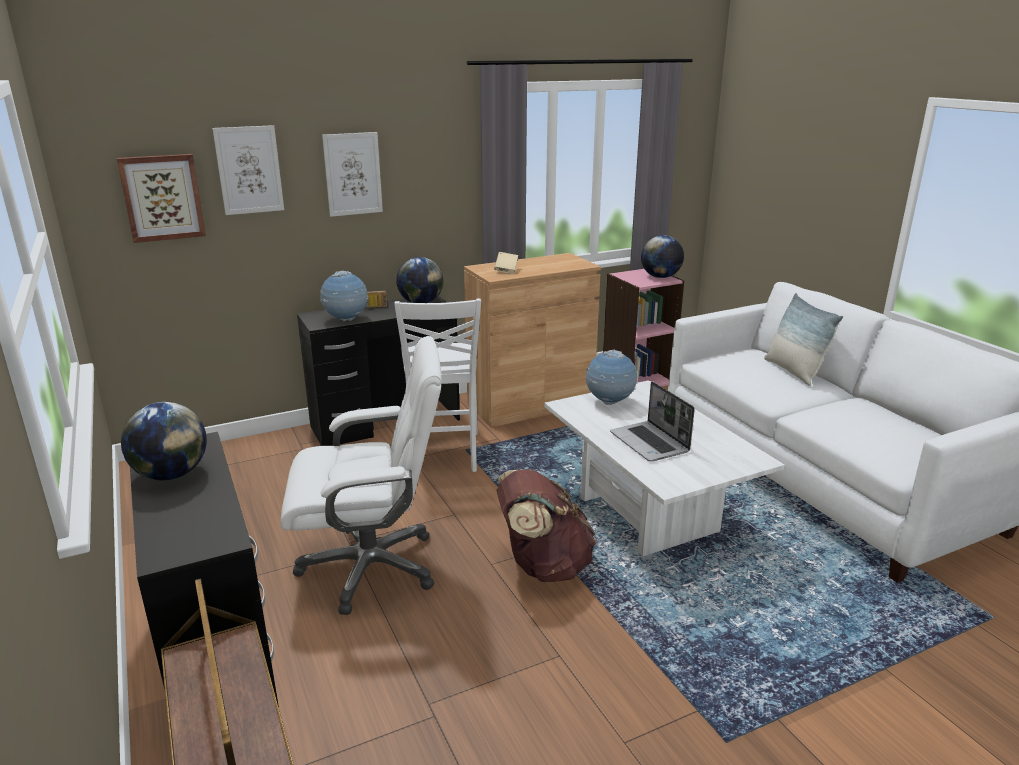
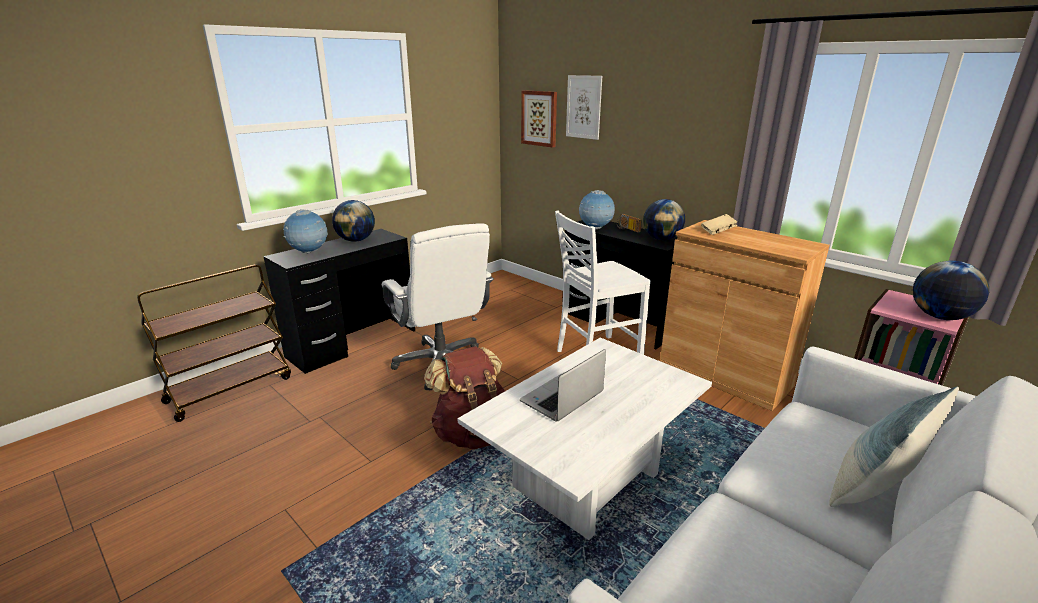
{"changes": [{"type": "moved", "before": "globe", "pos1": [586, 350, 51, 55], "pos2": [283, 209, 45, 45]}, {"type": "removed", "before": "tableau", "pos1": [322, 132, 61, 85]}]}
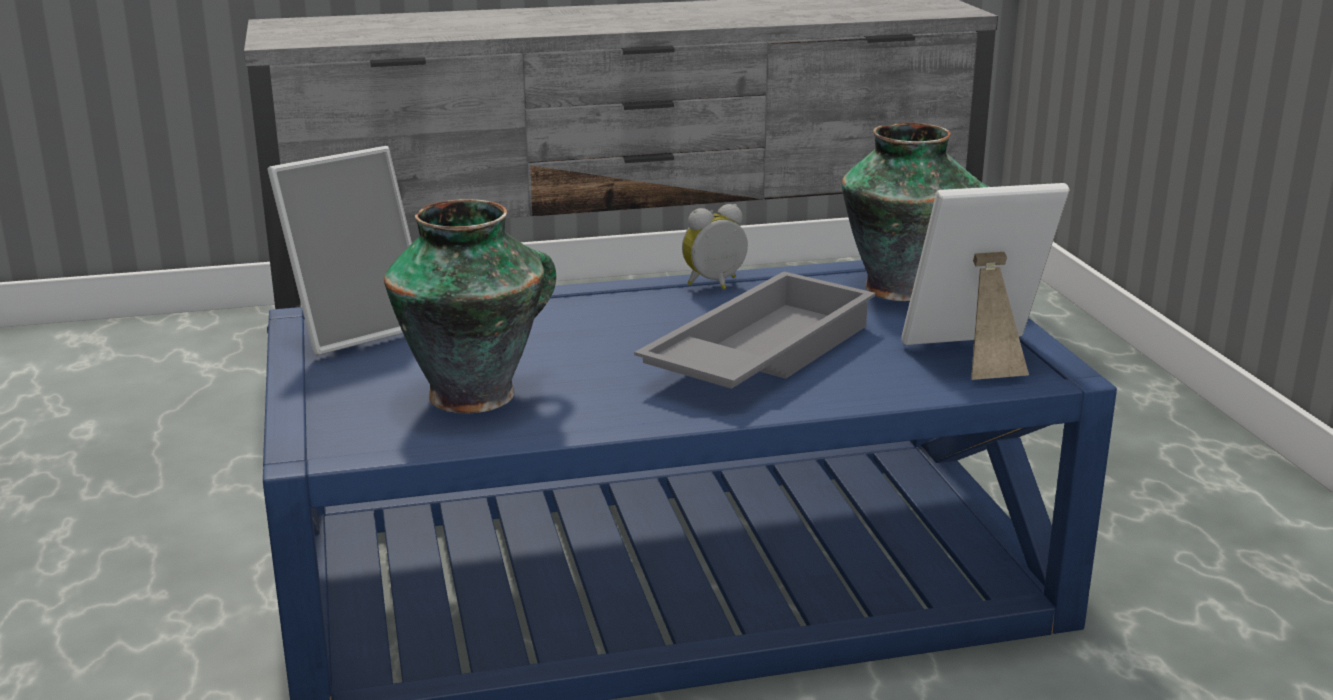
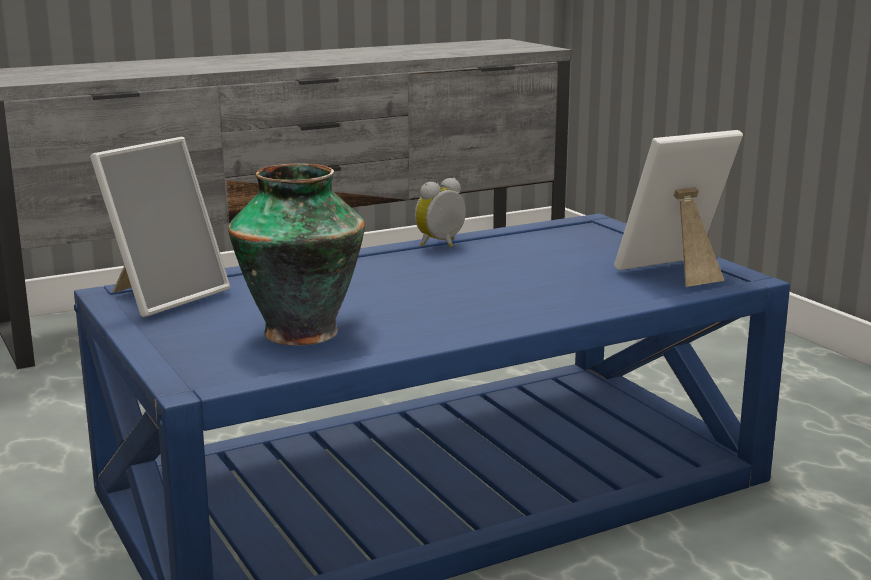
{"changes": [{"type": "removed", "before": "plateau (gris)", "pos1": [634, 271, 242, 118]}, {"type": "removed", "before": "vase", "pos1": [842, 122, 148, 179]}]}
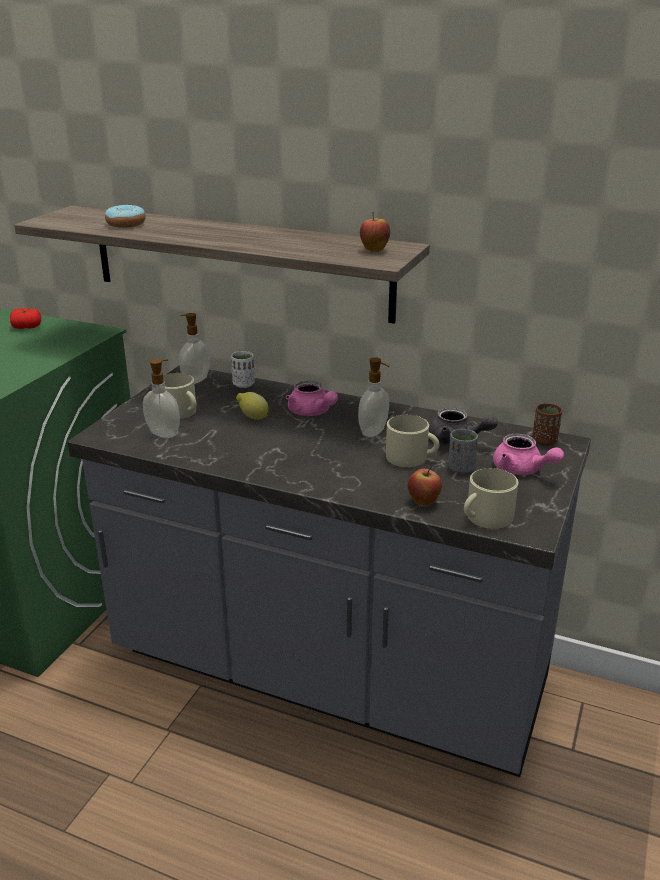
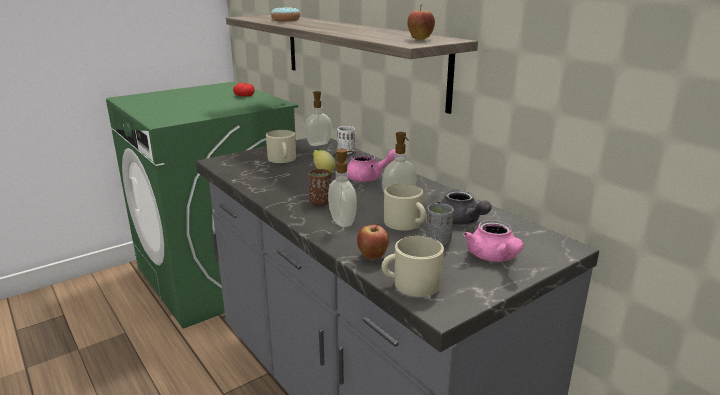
{"changes": [{"type": "moved", "before": "tasse (marron)", "pos1": [532, 403, 30, 43], "pos2": [308, 169, 23, 37]}, {"type": "moved", "before": "distributeur de savon", "pos1": [143, 359, 37, 79], "pos2": [328, 149, 29, 78]}, {"type": "turned", "before": "théière (rose)", "pos1": [286, 381, 52, 35], "pos2": [347, 149, 49, 33], "turn": -90}]}
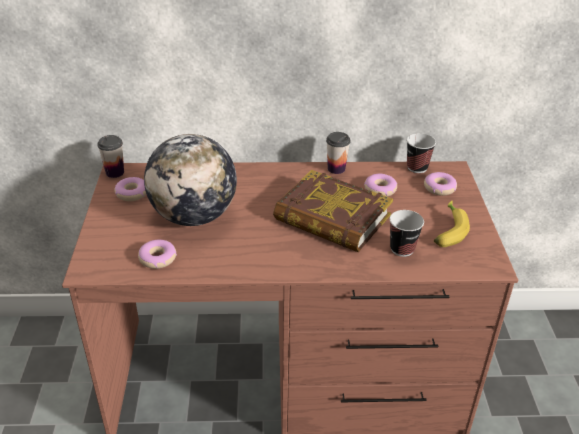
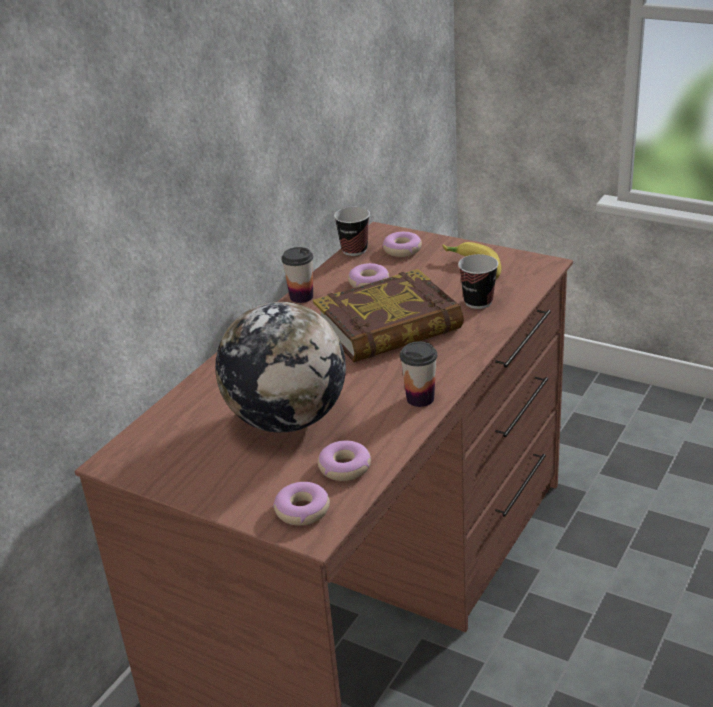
{"changes": [{"type": "moved", "before": "beignet", "pos1": [115, 177, 31, 24], "pos2": [273, 482, 57, 43]}, {"type": "moved", "before": "tasse", "pos1": [97, 135, 27, 43], "pos2": [400, 341, 37, 66]}]}
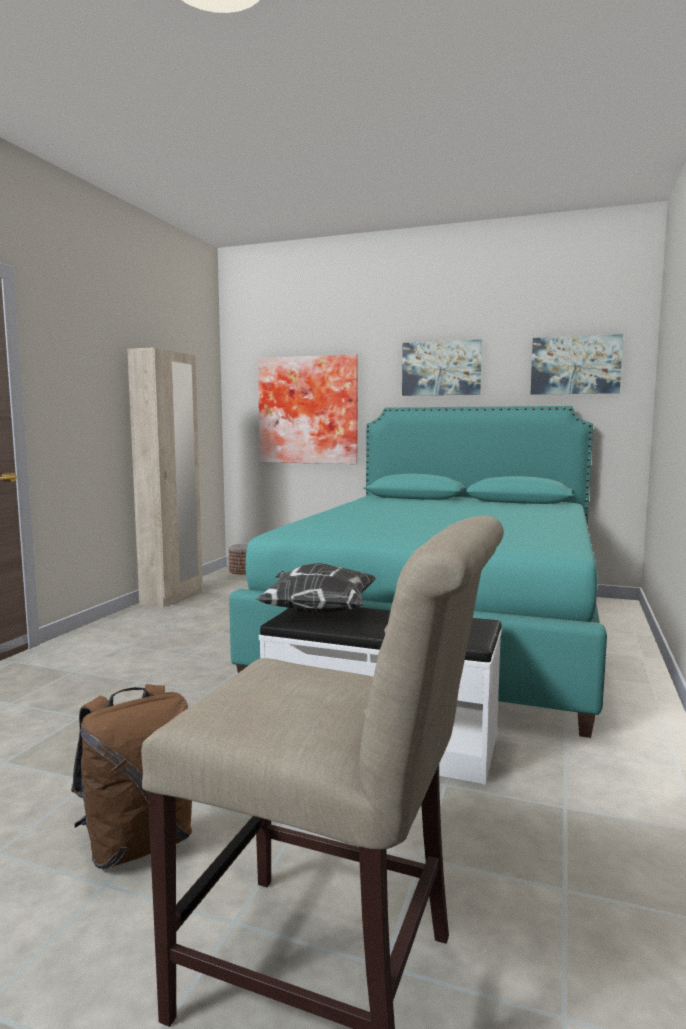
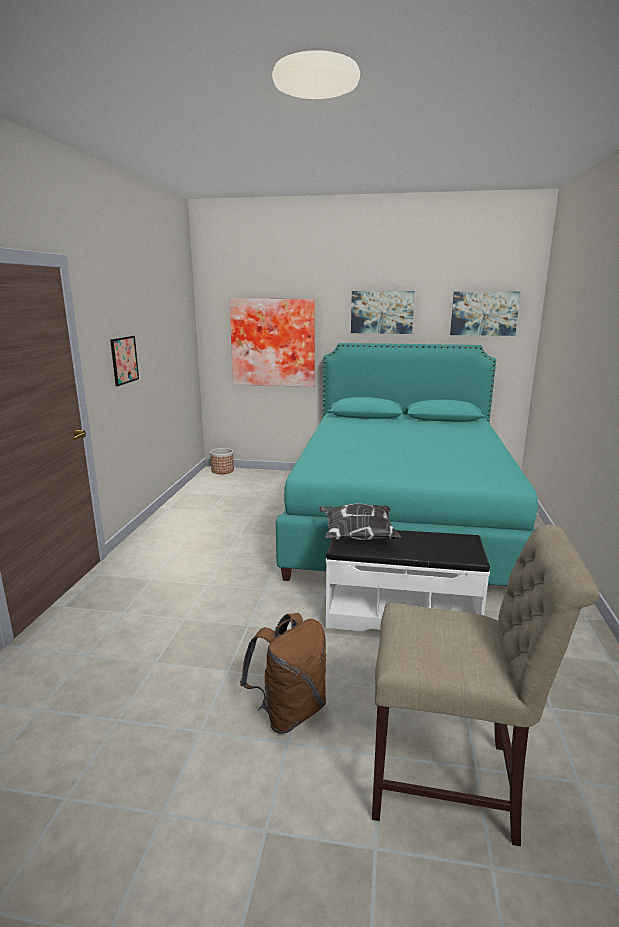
{"changes": [{"type": "added", "after": "tableau", "pos2": [110, 336, 29, 50]}, {"type": "removed", "before": "armoire (beige)", "pos1": [127, 348, 76, 260]}]}
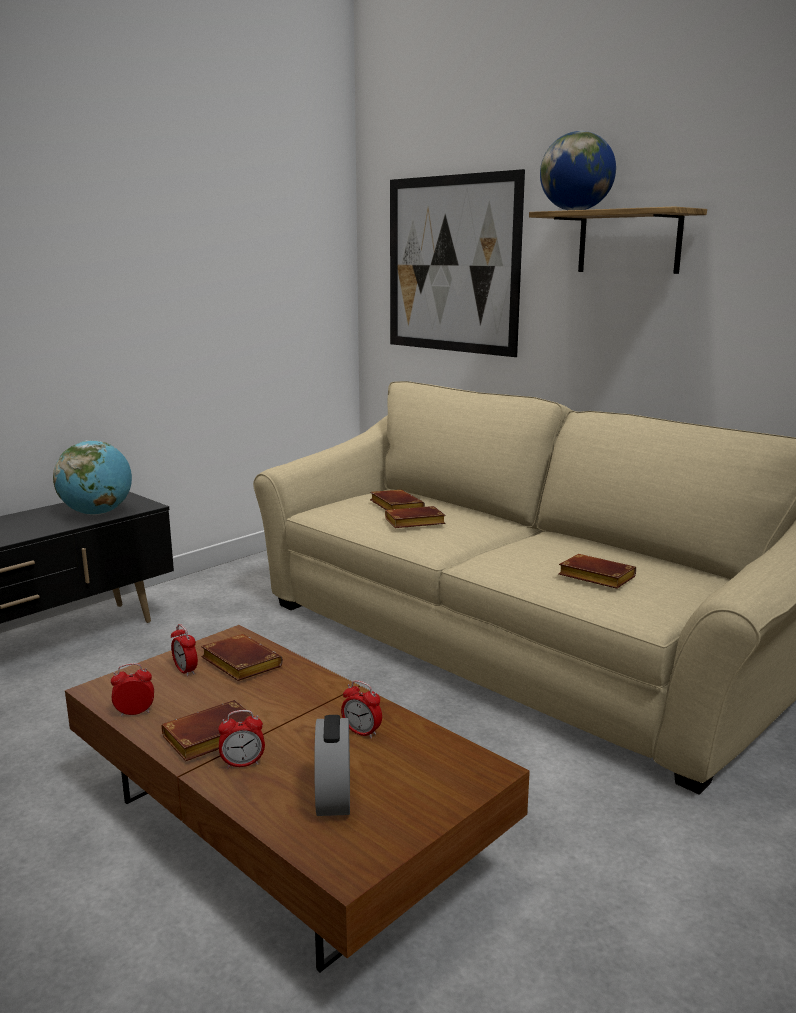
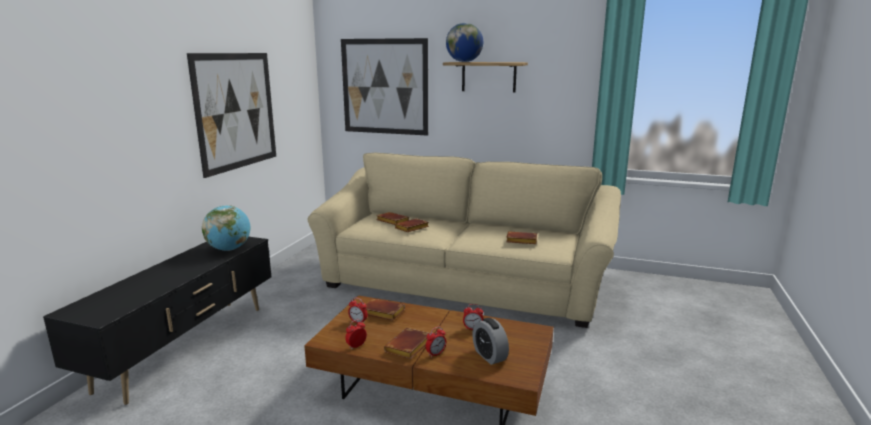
{"changes": [{"type": "added", "after": "tableau", "pos2": [187, 53, 89, 125]}]}
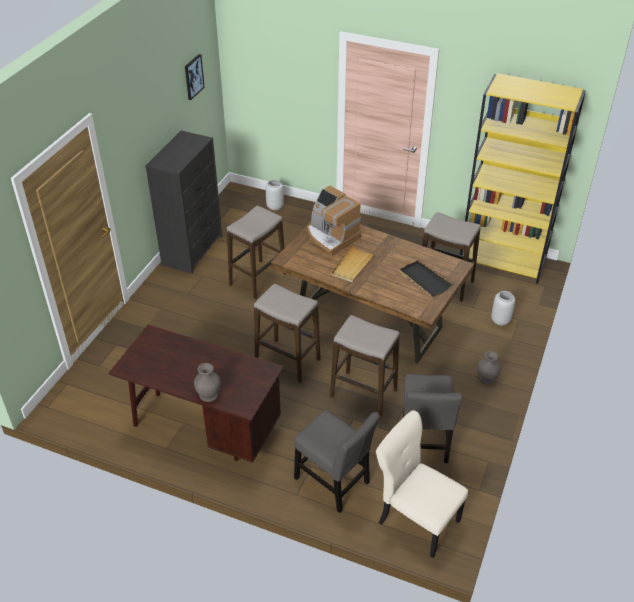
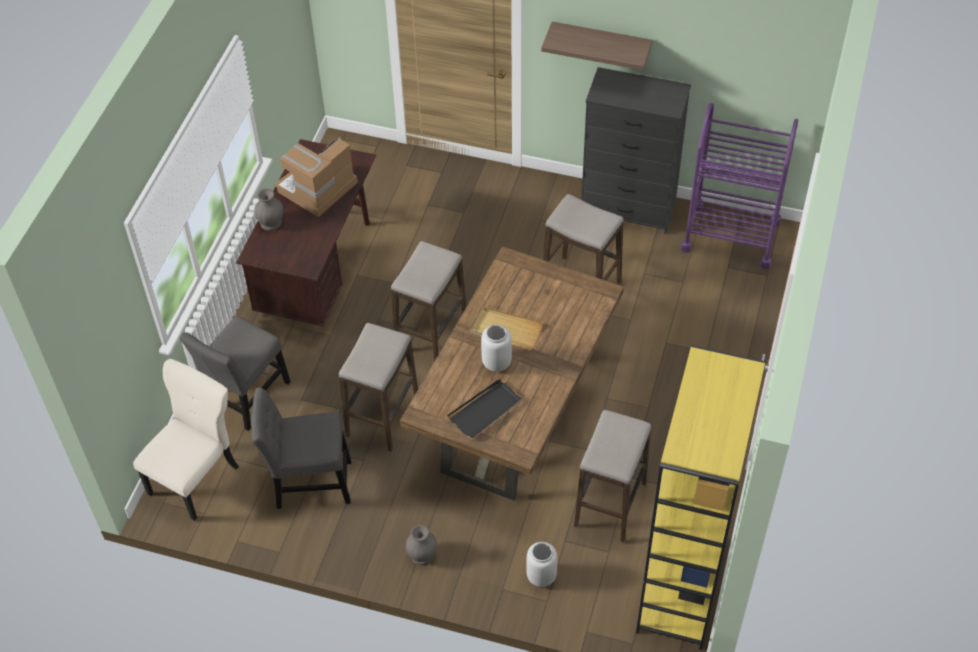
{"changes": [{"type": "moved", "before": "machine à café", "pos1": [307, 186, 54, 70], "pos2": [274, 138, 84, 79]}, {"type": "moved", "before": "vase (gris)", "pos1": [266, 179, 18, 31], "pos2": [481, 325, 31, 47]}, {"type": "added", "after": "étagère", "pos2": [541, 22, 112, 48]}, {"type": "added", "after": "chariot (violet)", "pos2": [681, 103, 117, 166]}, {"type": "removed", "before": "tableau", "pos1": [185, 54, 20, 46]}]}
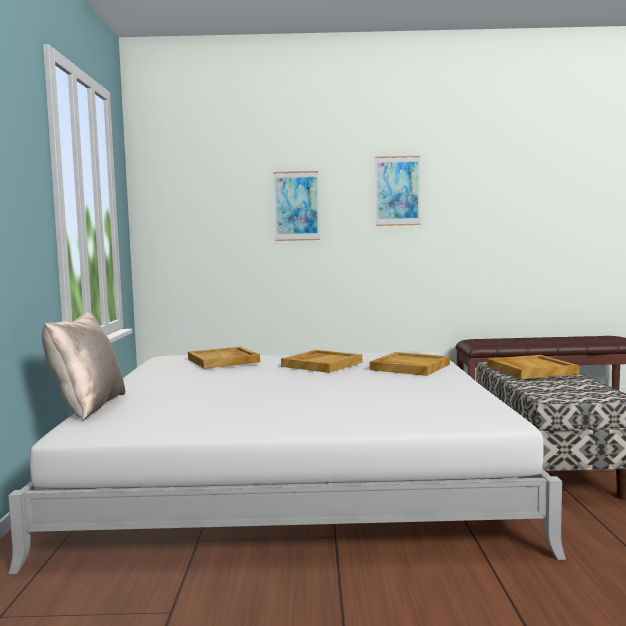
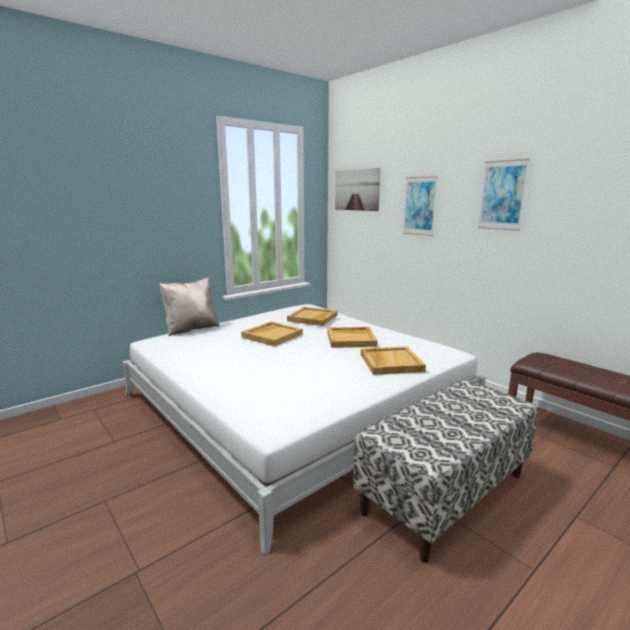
{"changes": [{"type": "moved", "before": "plateau (beige)", "pos1": [487, 355, 92, 24], "pos2": [241, 322, 62, 25]}, {"type": "added", "after": "tableau", "pos2": [335, 168, 45, 43]}]}
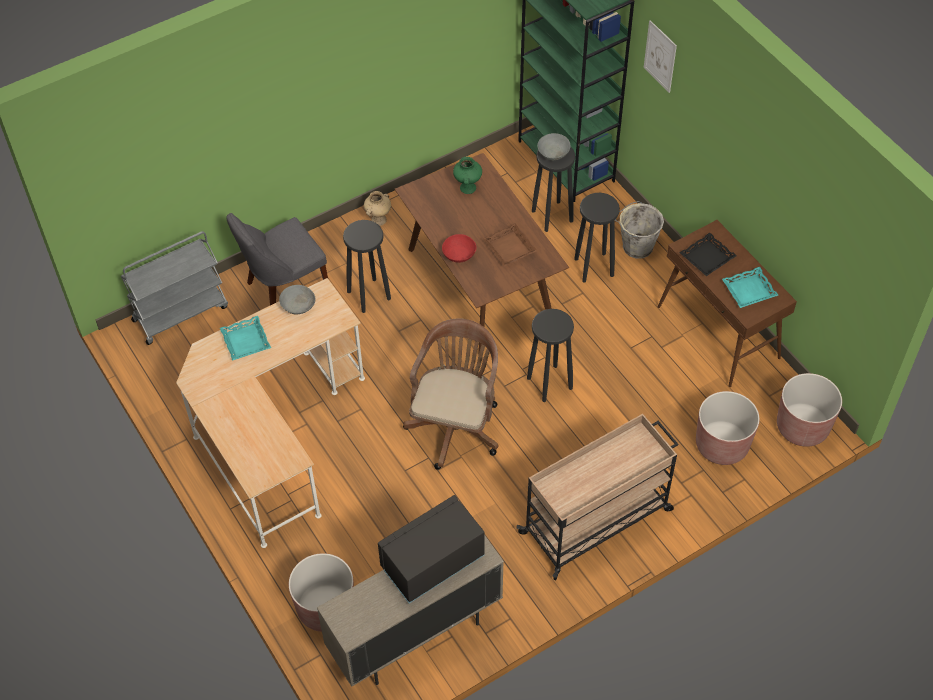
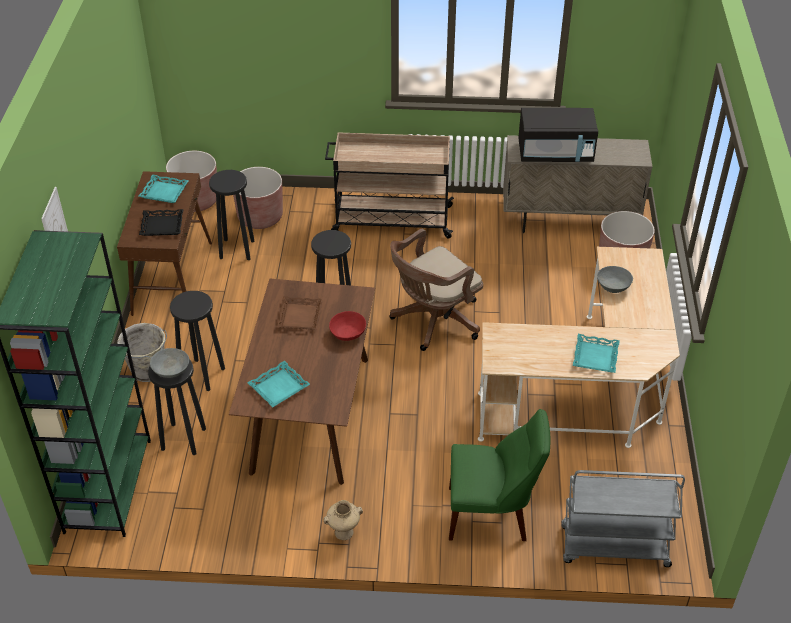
{"changes": [{"type": "moved", "before": "tabouret (noir)", "pos1": [343, 220, 48, 93], "pos2": [209, 170, 45, 90]}, {"type": "replaced", "before": "vase (vert)", "after": "plateau (turquoise)", "pos1": [453, 157, 29, 37], "pos2": [247, 360, 63, 47]}, {"type": "recoloured", "before": "chaise (gris)", "after": "chaise (vert)", "pos1": [226, 213, 102, 92], "pos2": [449, 409, 101, 132]}, {"type": "moved", "before": "bol (gris)", "pos1": [279, 285, 36, 29], "pos2": [597, 266, 36, 27]}]}
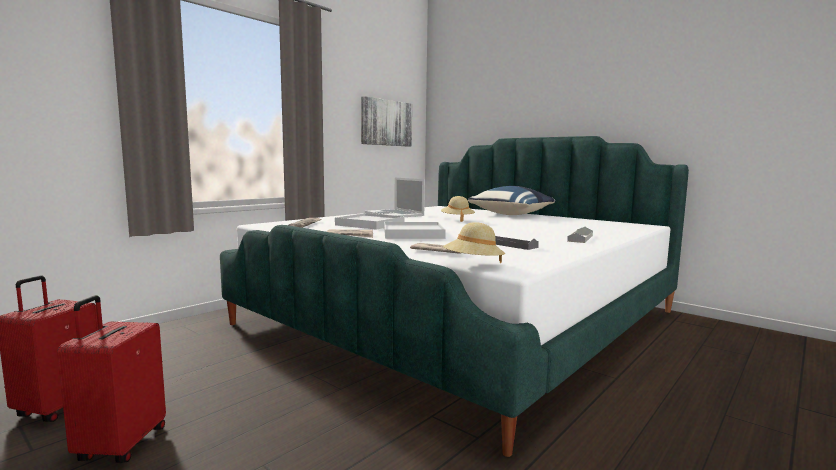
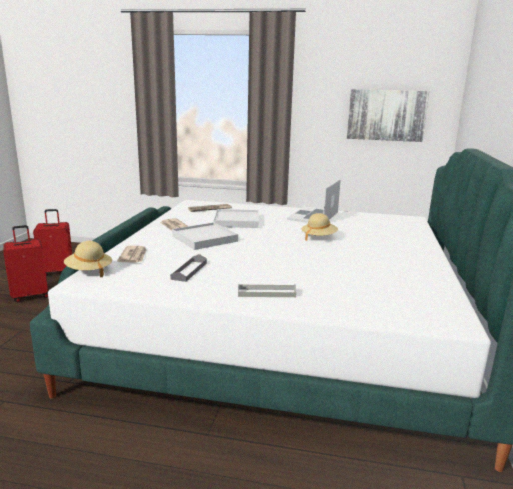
{"changes": [{"type": "removed", "before": "coussin (bleu)", "pos1": [468, 186, 87, 29]}]}
